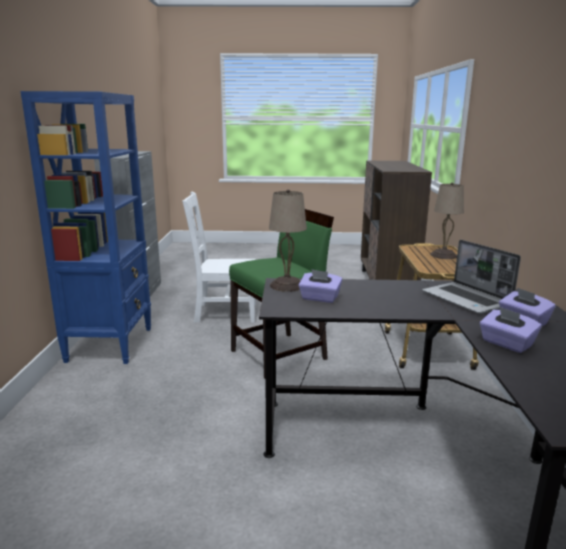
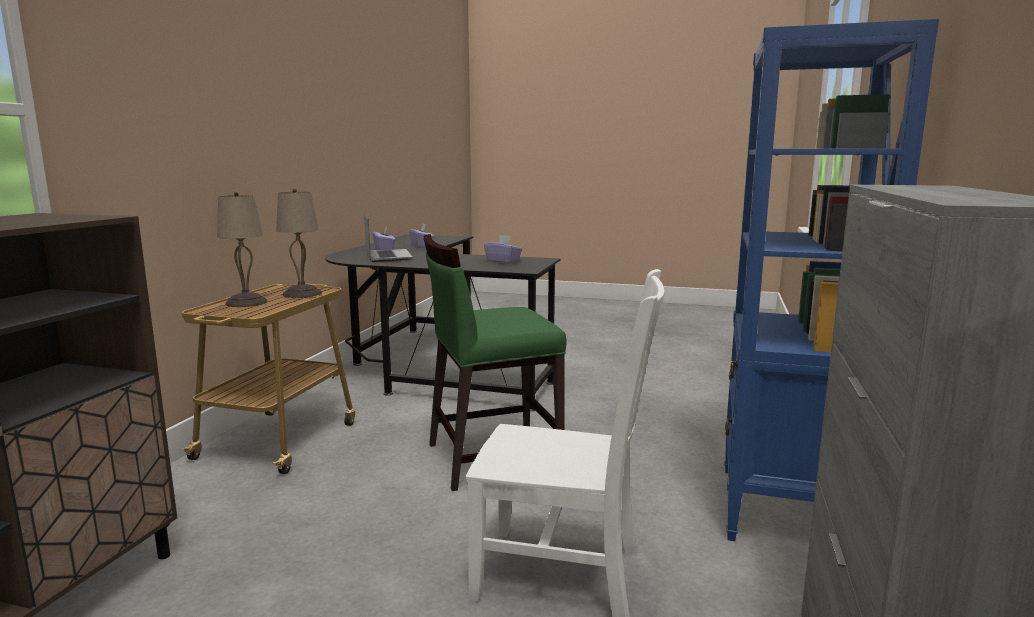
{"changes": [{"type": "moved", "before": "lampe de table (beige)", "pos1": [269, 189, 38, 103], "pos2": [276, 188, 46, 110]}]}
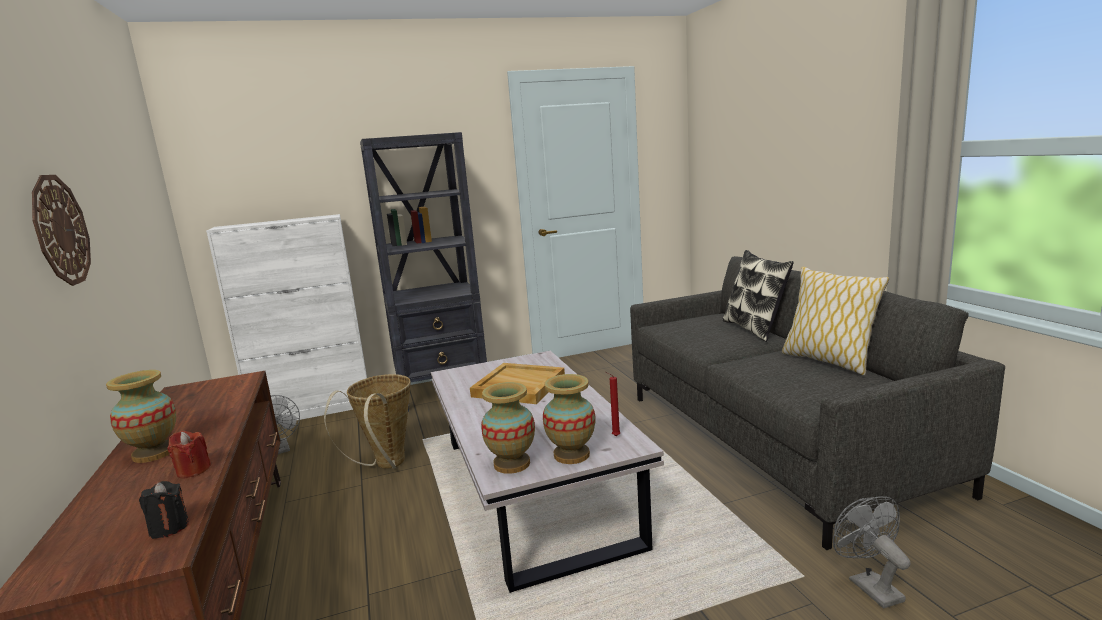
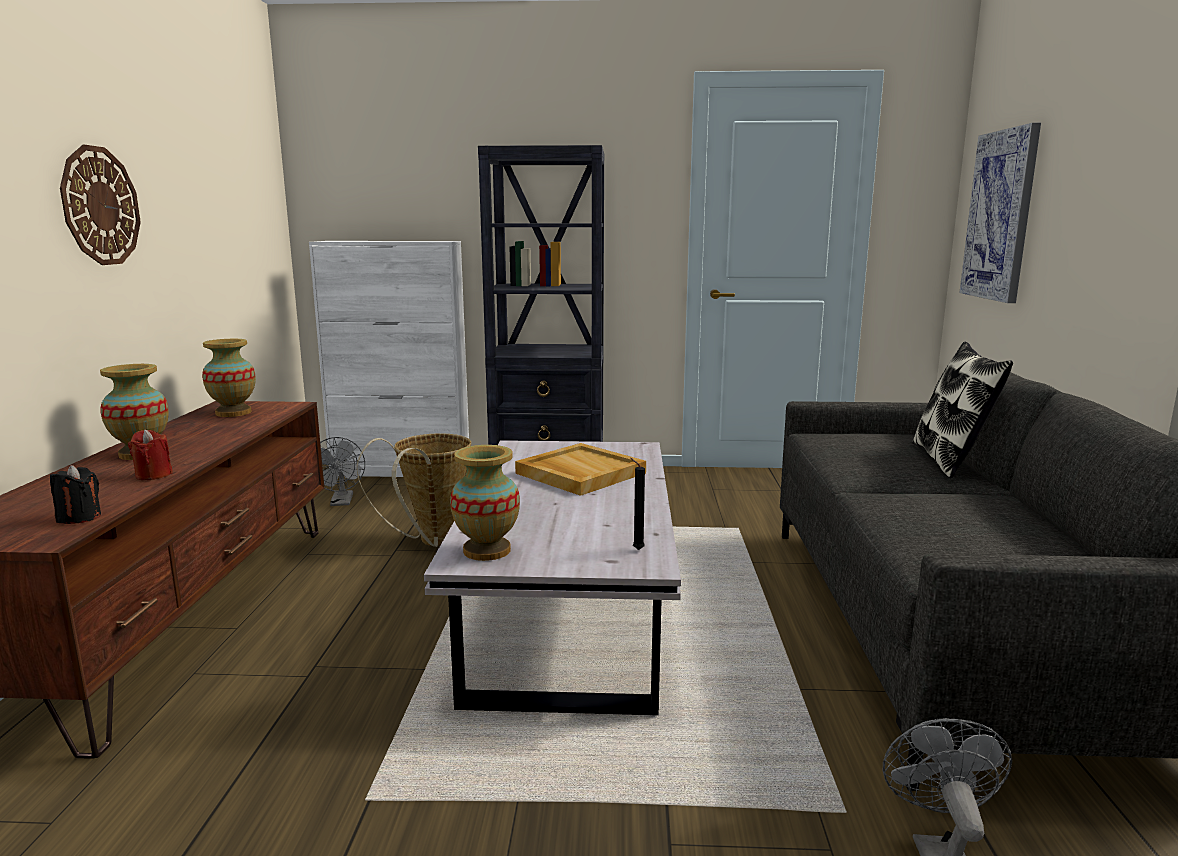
{"changes": [{"type": "moved", "before": "vase", "pos1": [543, 374, 52, 90], "pos2": [202, 339, 54, 78]}, {"type": "recoloured", "before": "bougie (rouge)", "after": "bougie (noir)", "pos1": [606, 372, 14, 64], "pos2": [630, 458, 15, 92]}, {"type": "added", "after": "tableau", "pos2": [959, 123, 82, 180]}, {"type": "removed", "before": "coussin", "pos1": [782, 267, 107, 108]}]}
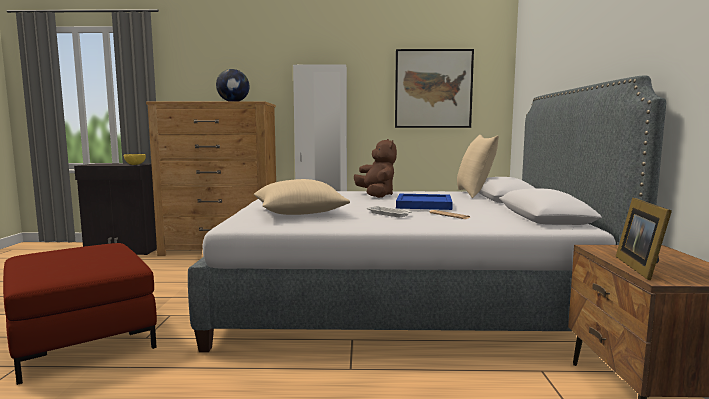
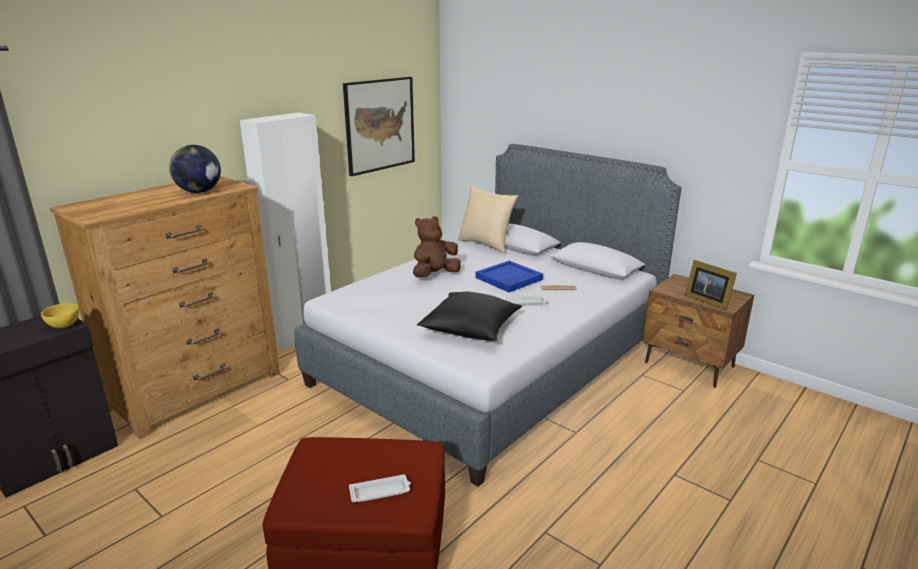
{"changes": [{"type": "added", "after": "plateau (blanc)", "pos2": [349, 475, 62, 27]}, {"type": "turned", "before": "peluche (marron)", "pos1": [354, 139, 43, 59], "pos2": [413, 216, 48, 61], "turn": -60}, {"type": "recoloured", "before": "coussin (beige)", "after": "coussin (noir)", "pos1": [254, 179, 96, 36], "pos2": [417, 291, 105, 50]}]}
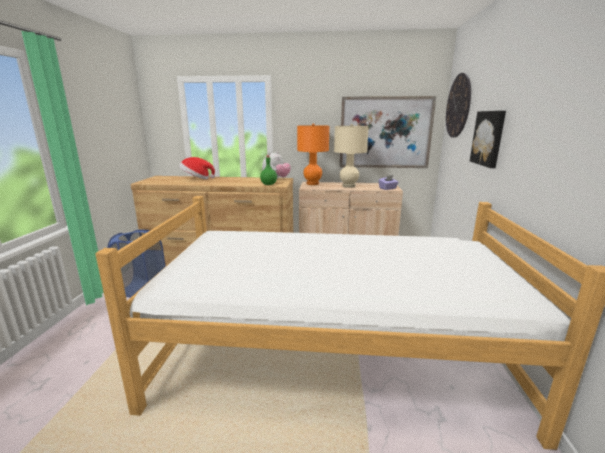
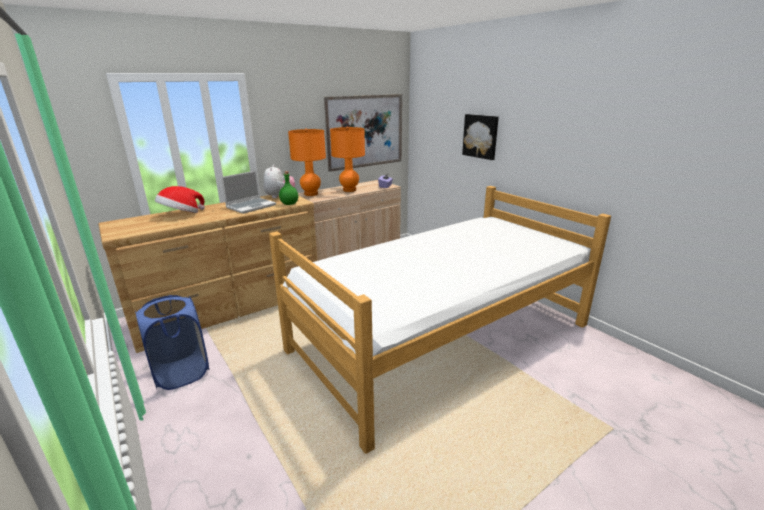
{"changes": [{"type": "added", "after": "ordinateur portable", "pos2": [221, 170, 55, 44]}, {"type": "recoloured", "before": "lampe de table (beige)", "after": "lampe de table (orange)", "pos1": [334, 124, 35, 64], "pos2": [330, 126, 35, 66]}, {"type": "removed", "before": "horloge murale", "pos1": [446, 73, 25, 65]}]}
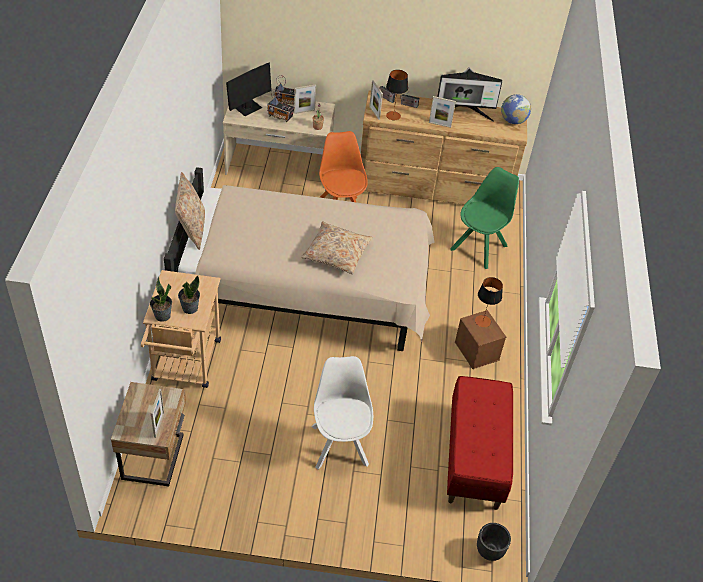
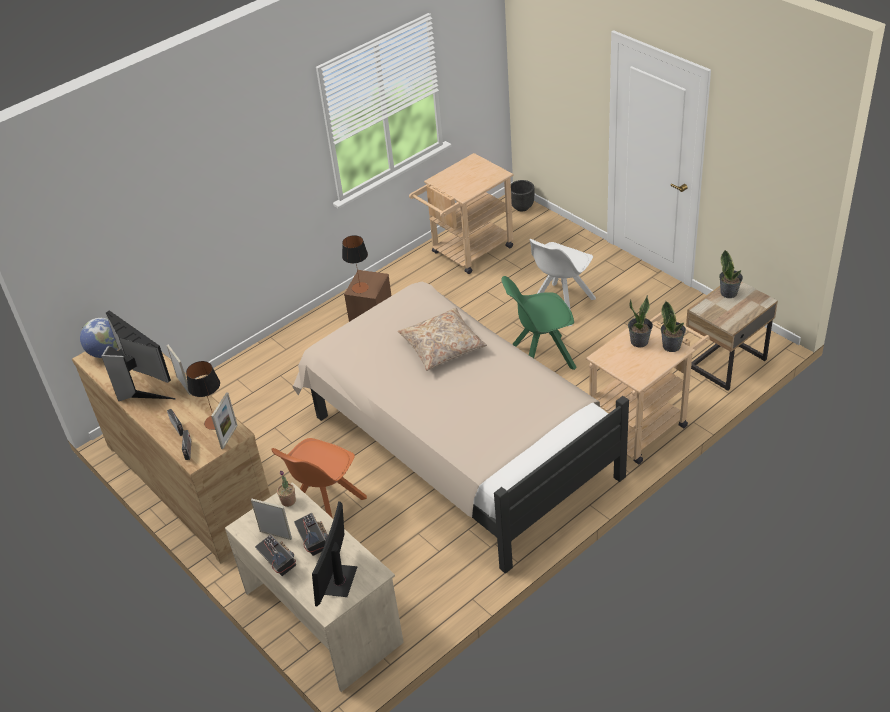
{"changes": [{"type": "turned", "before": "écran d'ordinateur", "pos1": [226, 63, 46, 53], "pos2": [312, 501, 46, 105], "turn": -75}, {"type": "replaced", "before": "banc (rouge)", "after": "chariot (beige)", "pos1": [447, 376, 66, 134], "pos2": [409, 153, 104, 121]}, {"type": "moved", "before": "chaise (vert)", "pos1": [450, 167, 69, 102], "pos2": [501, 276, 76, 94]}, {"type": "replaced", "before": "cadre photo", "after": "plante en pot", "pos1": [151, 389, 13, 49], "pos2": [719, 250, 24, 48]}, {"type": "removed", "before": "coussin (beige)", "pos1": [175, 172, 30, 78]}]}
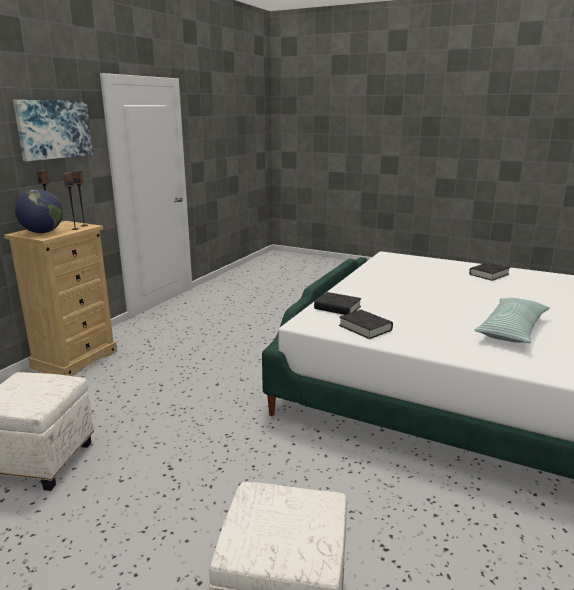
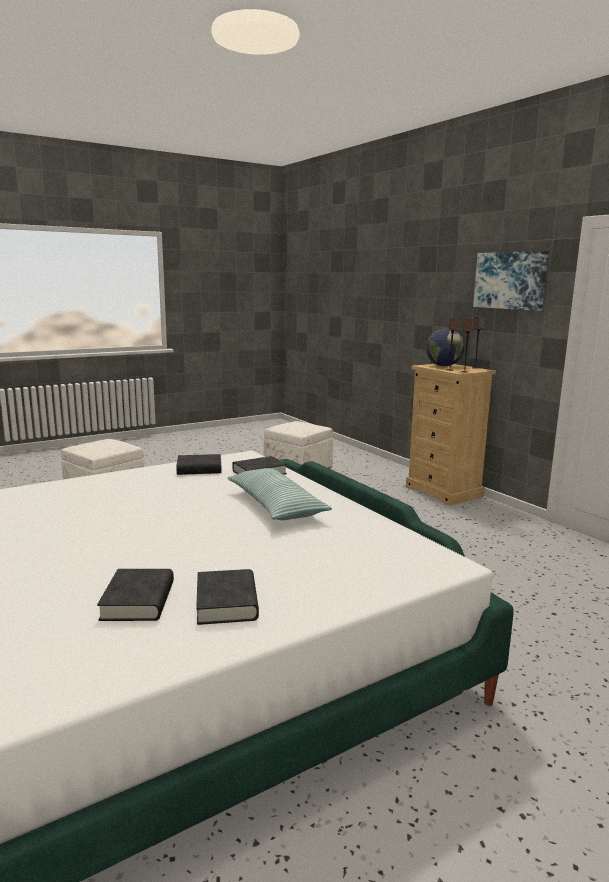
{"changes": [{"type": "added", "after": "livre (noir)", "pos2": [97, 569, 77, 52]}, {"type": "moved", "before": "coussin", "pos1": [474, 298, 76, 45], "pos2": [227, 468, 105, 52]}]}
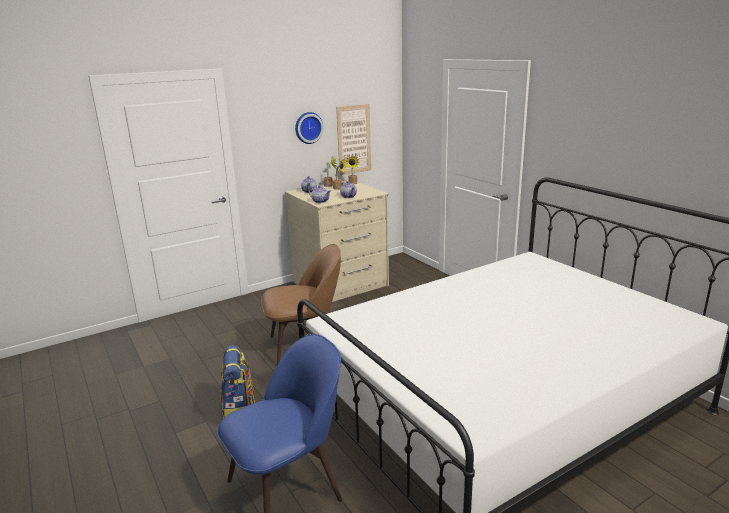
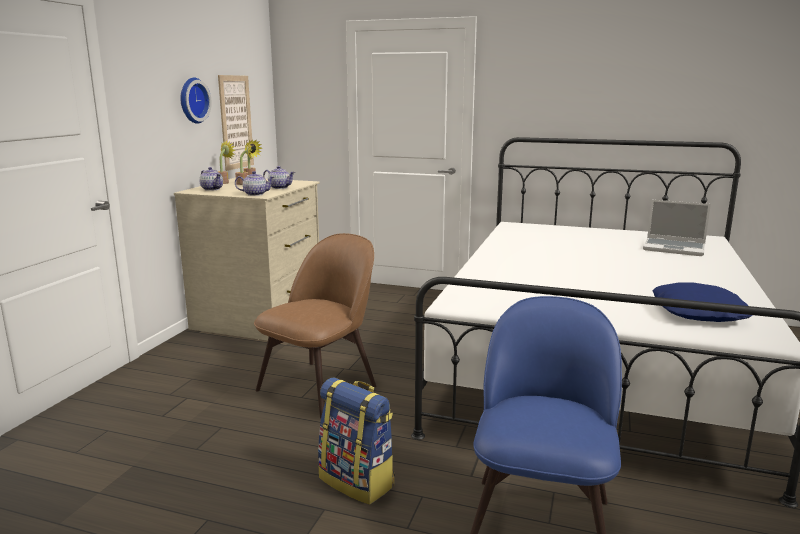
{"changes": [{"type": "added", "after": "ordinateur portable", "pos2": [643, 200, 68, 56]}, {"type": "added", "after": "coussin (bleu)", "pos2": [652, 282, 100, 40]}]}
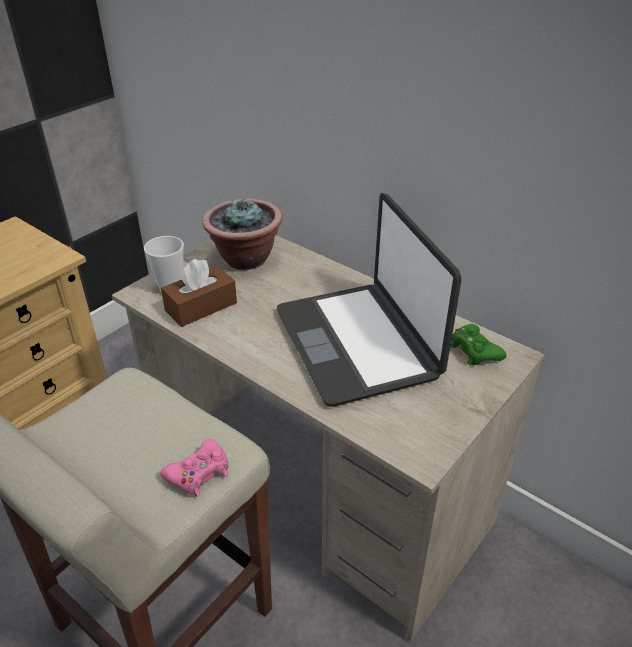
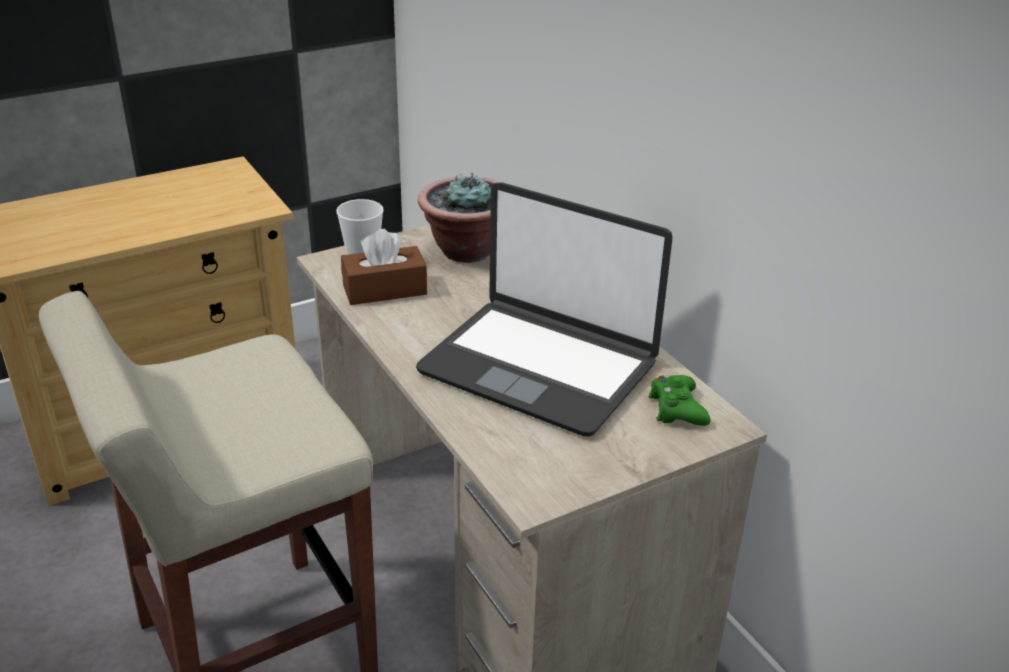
{"changes": [{"type": "turned", "before": "ordinateur portable", "pos1": [277, 193, 185, 214], "pos2": [416, 182, 256, 254], "turn": -60}, {"type": "removed", "before": "manette (rose)", "pos1": [160, 439, 68, 58]}]}
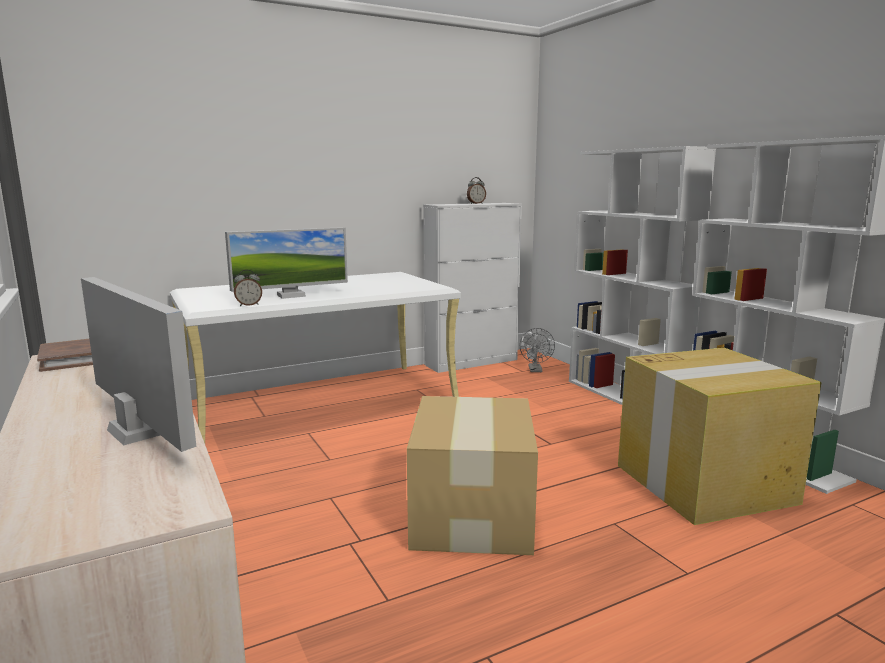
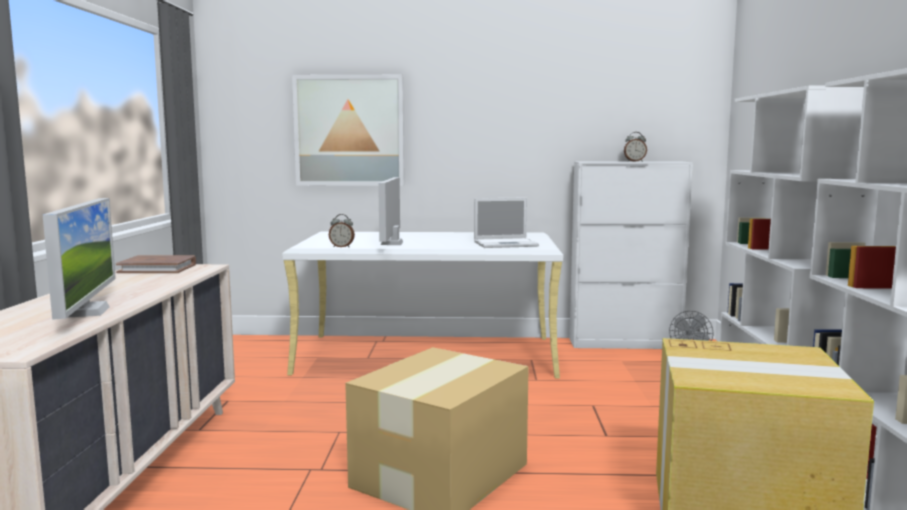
{"changes": [{"type": "added", "after": "tableau", "pos2": [292, 75, 112, 111]}, {"type": "turned", "before": "écran d'ordinateur", "pos1": [225, 227, 123, 72], "pos2": [378, 177, 25, 68], "turn": 90}, {"type": "added", "after": "ordinateur portable", "pos2": [474, 197, 65, 51]}]}
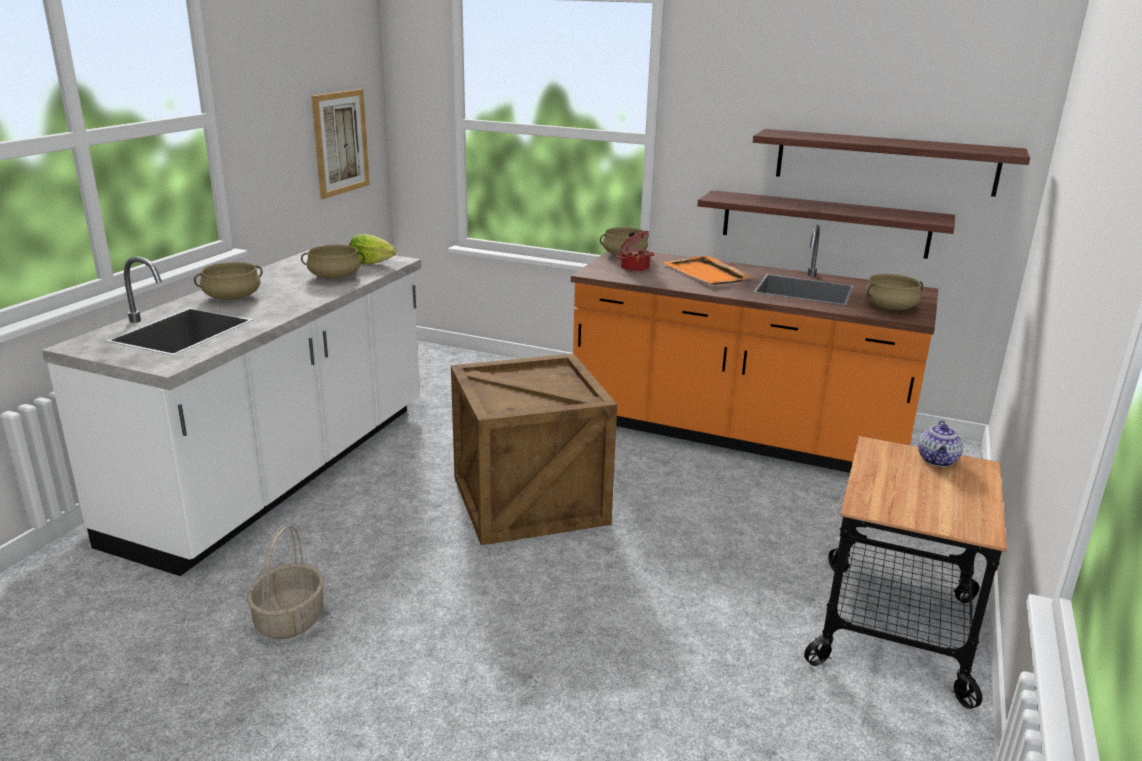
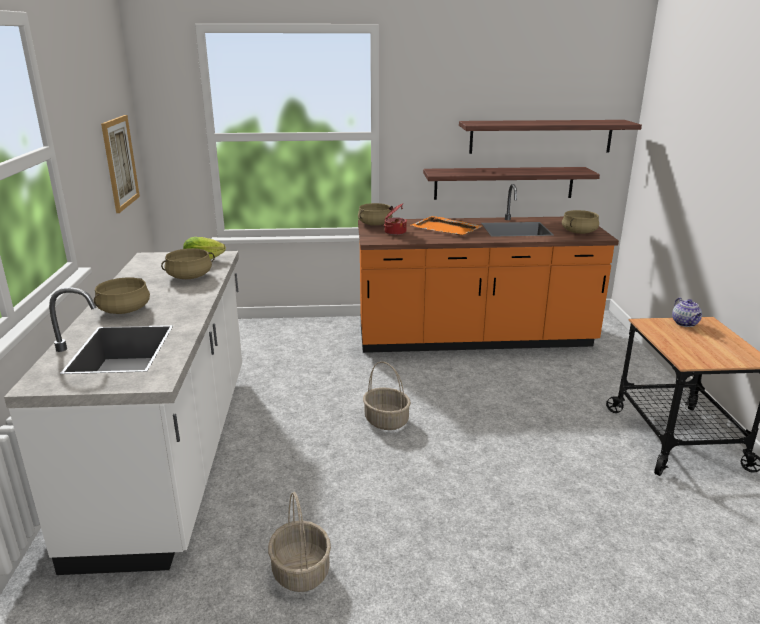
{"changes": [{"type": "replaced", "before": "caisse", "after": "panier", "pos1": [451, 353, 166, 192], "pos2": [363, 362, 48, 68]}]}
